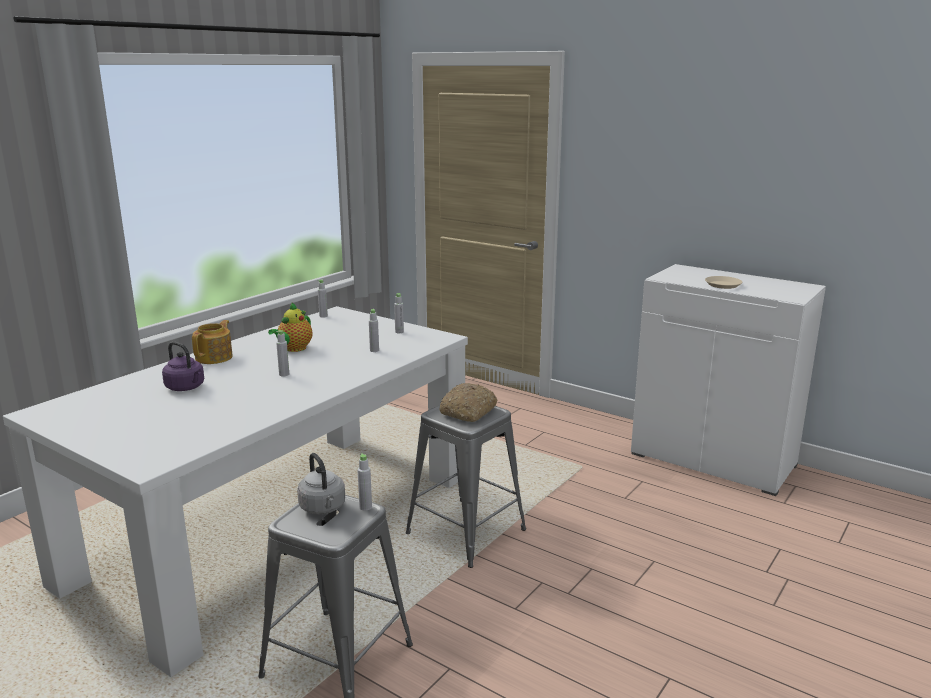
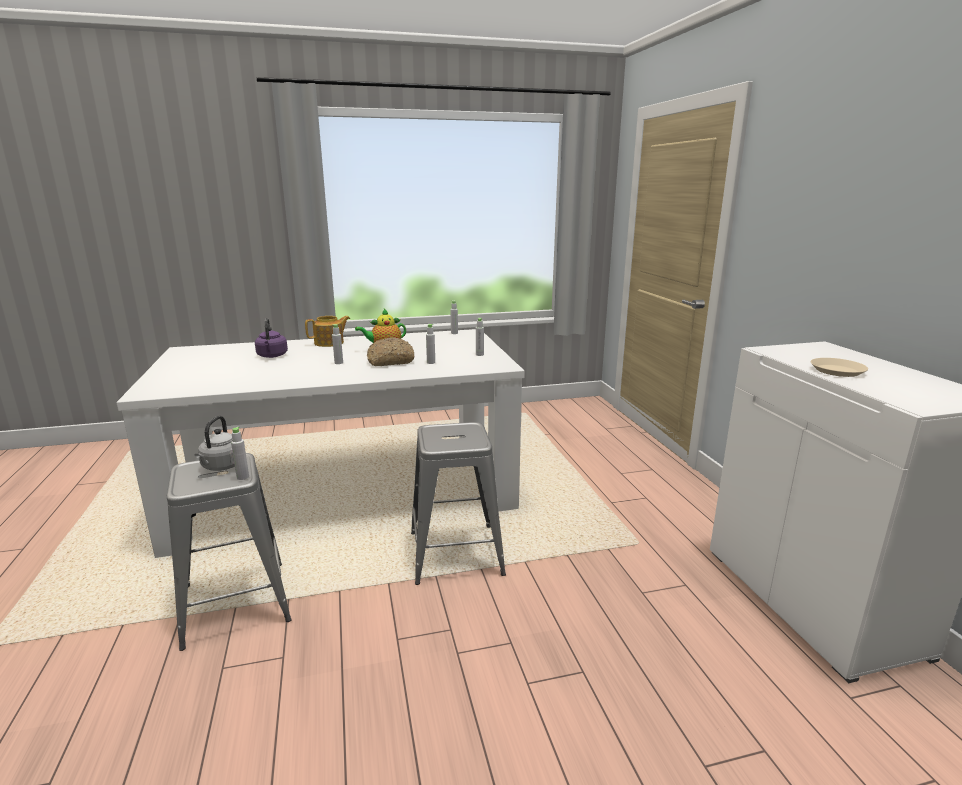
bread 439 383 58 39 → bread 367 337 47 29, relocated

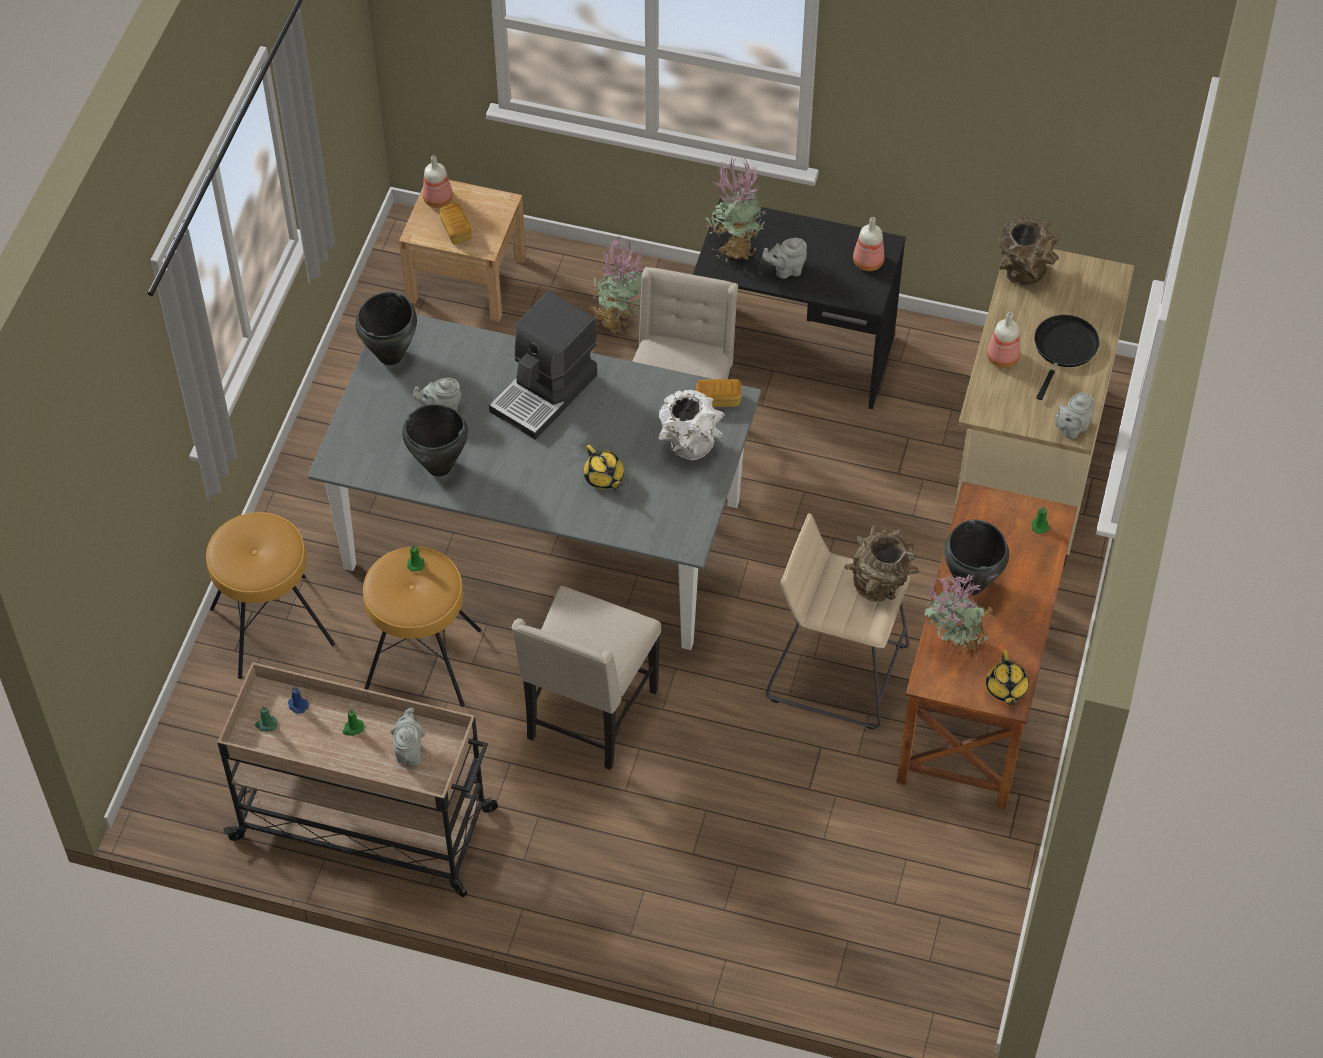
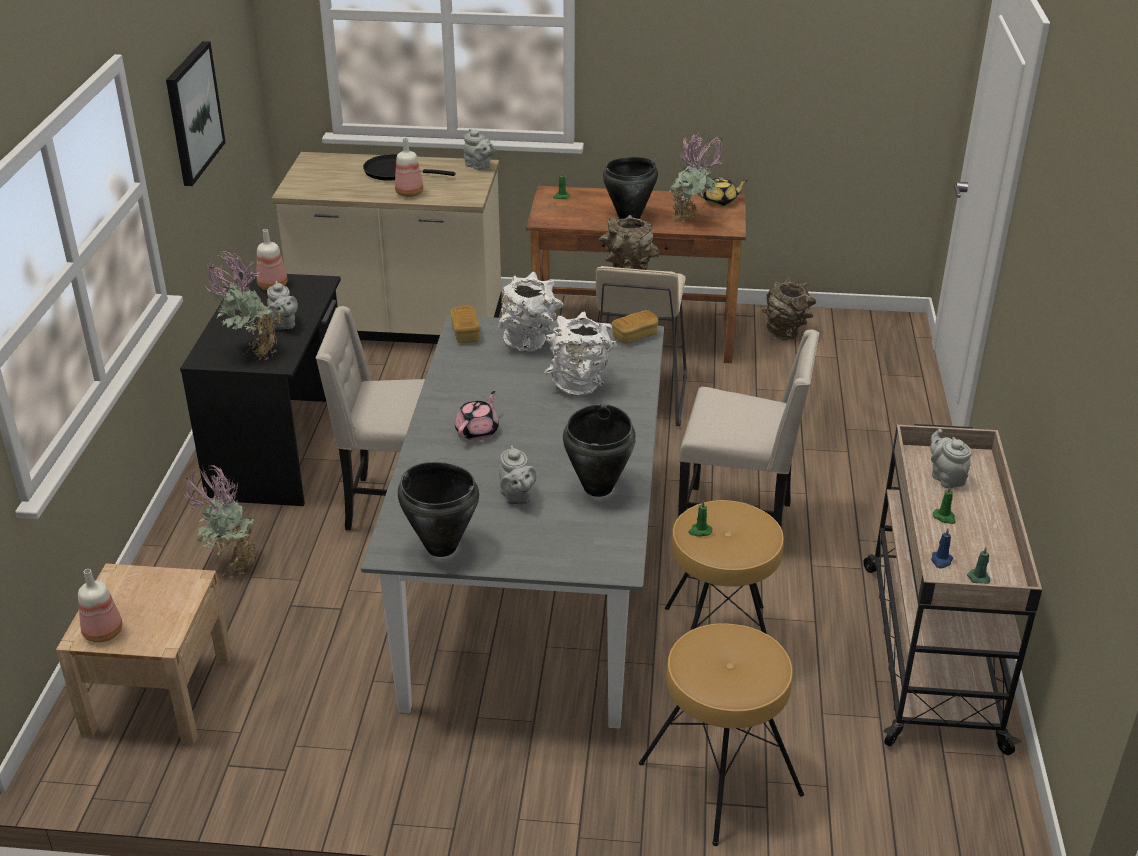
bread 439 203 33 41 → bread 612 310 47 34, relocated
brown vase 999 216 61 70 → brown vase 762 277 54 63, relocated
coffee machine 489 291 108 149 → pink teapot 455 391 44 49
yellow teapot 584 445 40 44 → white vase 544 312 73 83
grey teapot 391 708 34 58 → grey teapot 930 429 42 59, 75 degrees clockwise
- → picture 166 41 60 145

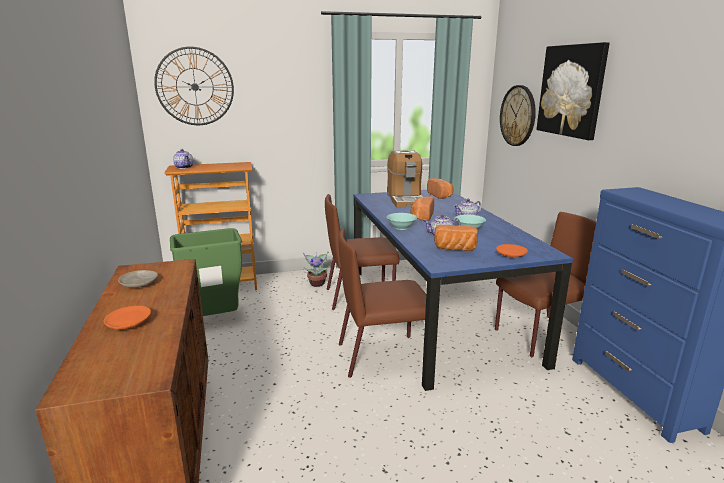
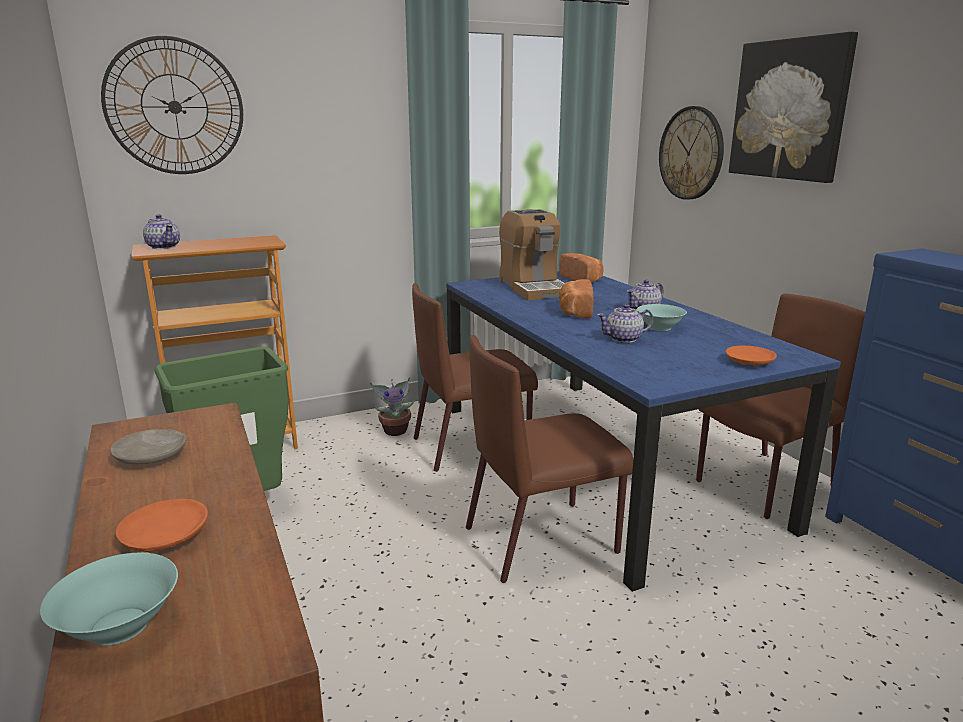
turquoise bowl 387 213 30 17 → turquoise bowl 40 553 138 92, relocated
bread 434 225 44 26 → -

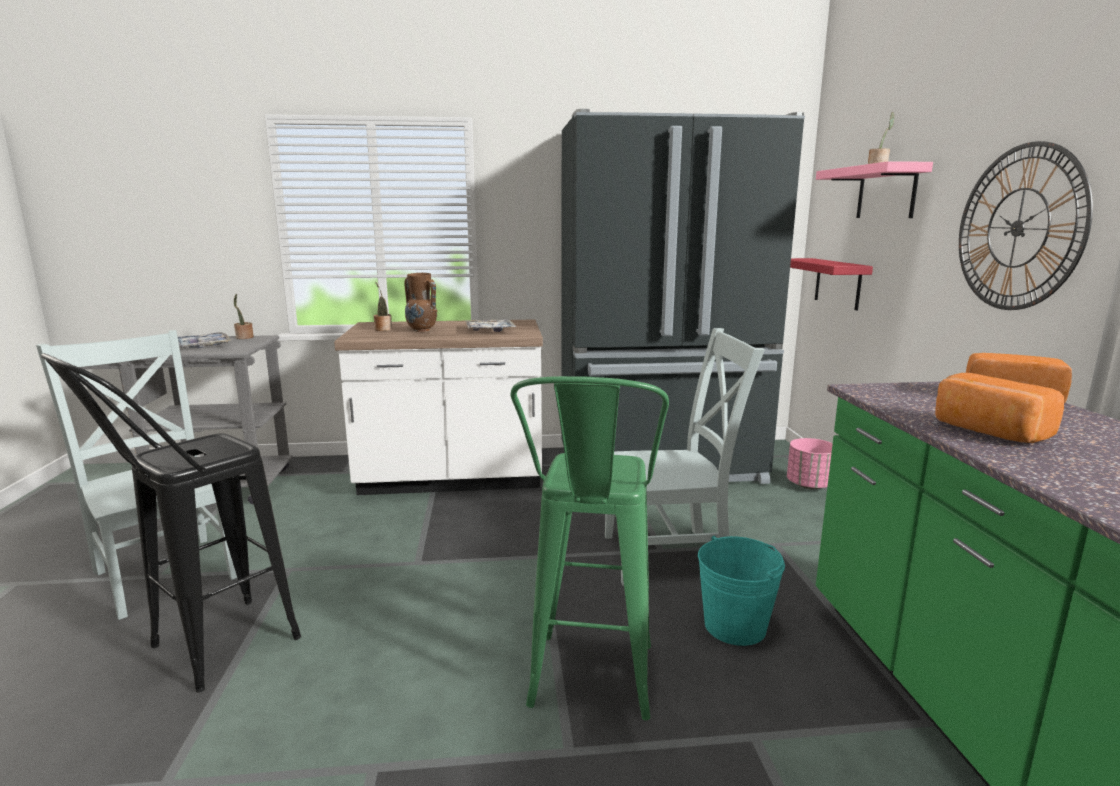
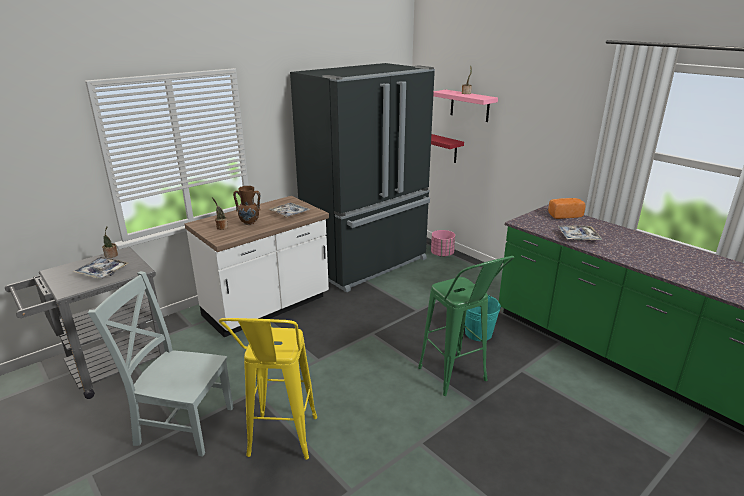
wall clock 959 141 134 169 → -
grey chair 605 328 160 258 → -
black stool 41 353 260 339 → yellow stool 219 318 98 142
bread 935 373 129 70 → tray 558 225 44 15

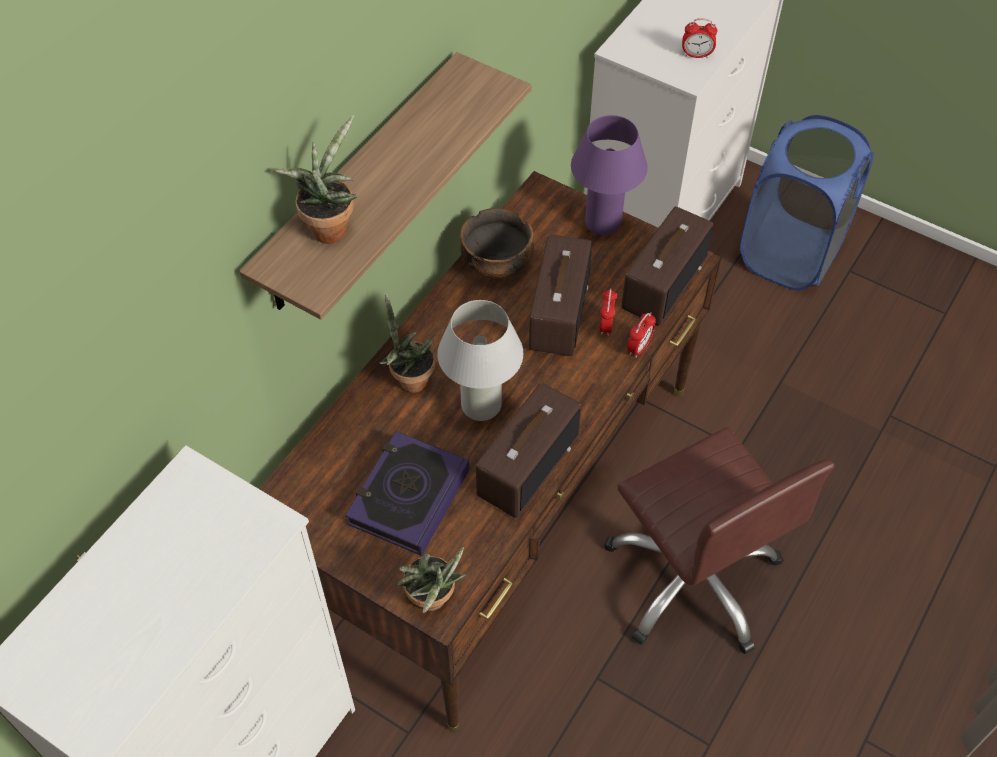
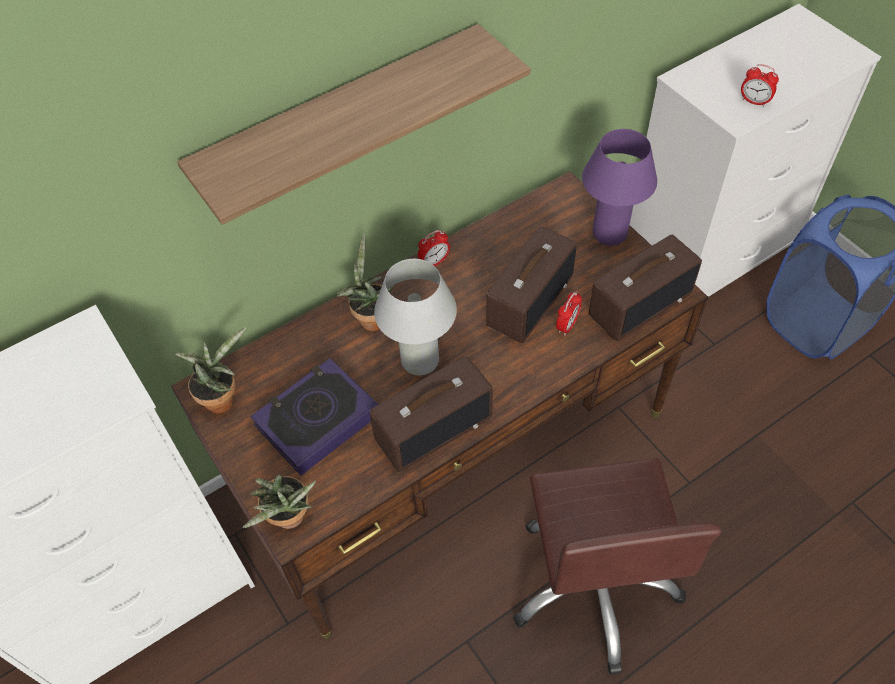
potted plant 274 115 83 129 → potted plant 173 327 74 86, relocated
bowl 460 208 74 71 → -
alarm clock 627 312 29 46 → alarm clock 418 230 32 36, relocated

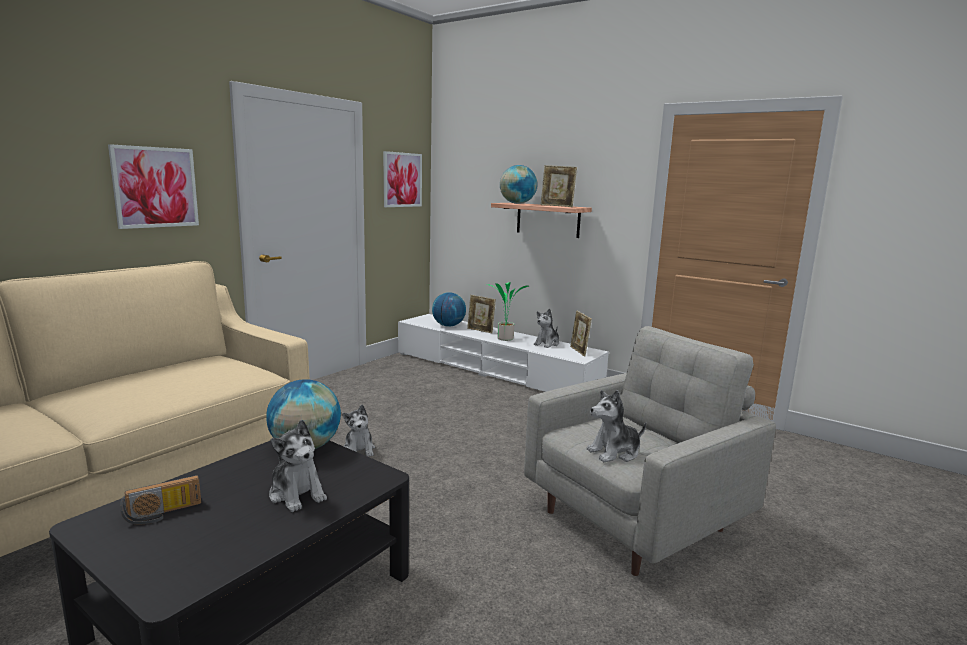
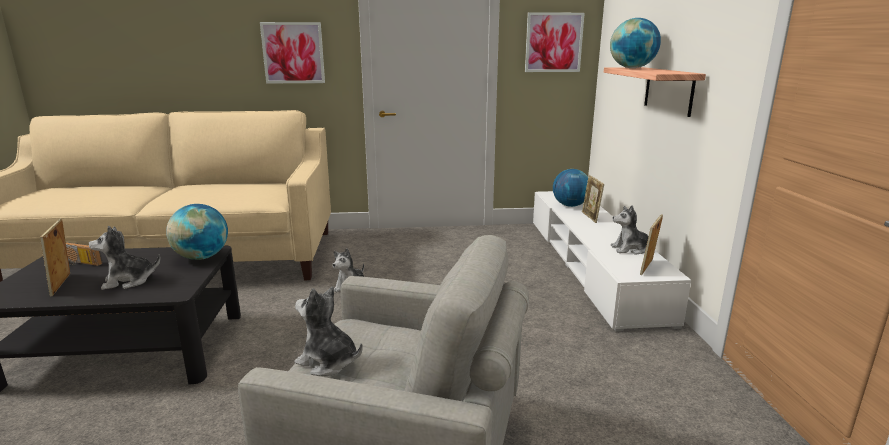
picture frame 541 165 36 42 → picture frame 40 219 30 77, relocated
potted plant 488 282 41 59 → -
plush toy 269 420 58 92 → plush toy 89 226 71 64, 60 degrees clockwise

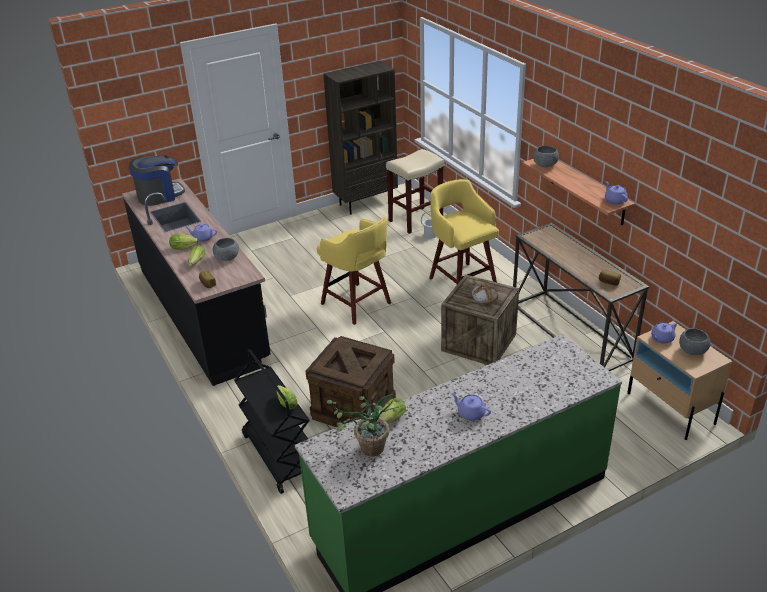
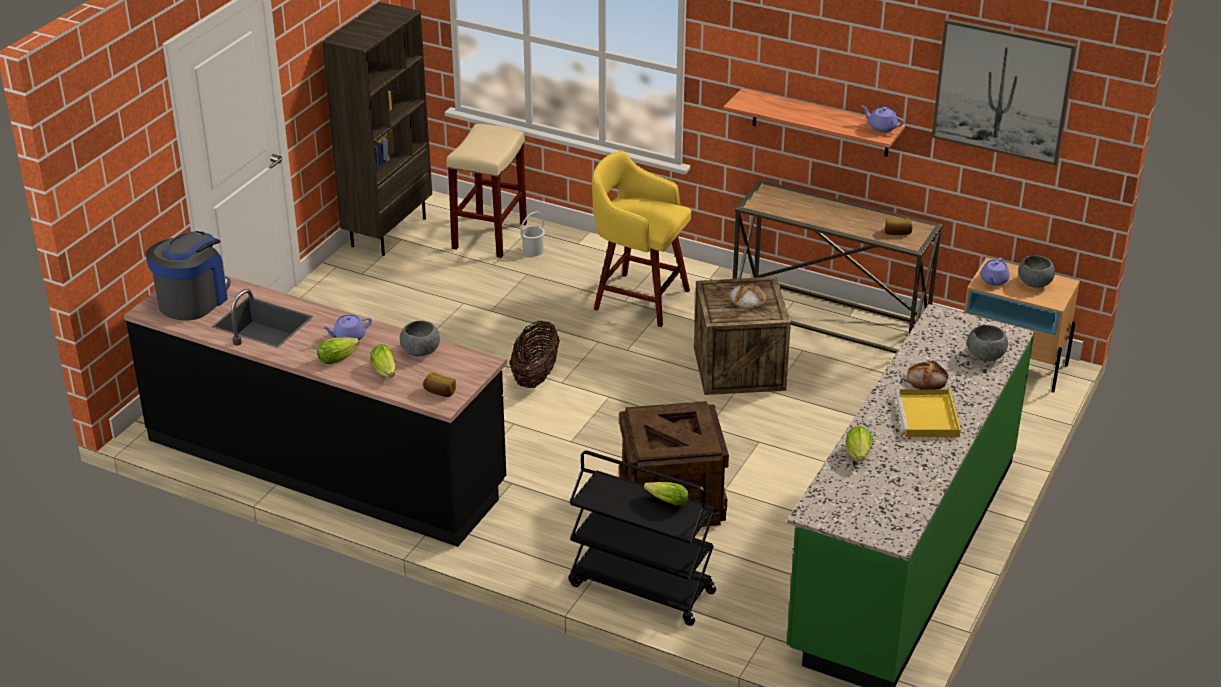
grey bowl 533 146 26 21 → grey bowl 967 325 41 36, relocated
yellow stool 317 217 74 108 → basket 509 321 51 67
purple teapot 451 393 40 28 → yellow tray 895 389 66 48
potted plant 327 394 77 63 → -
- → picture 931 18 146 148
- → bread 907 360 42 29

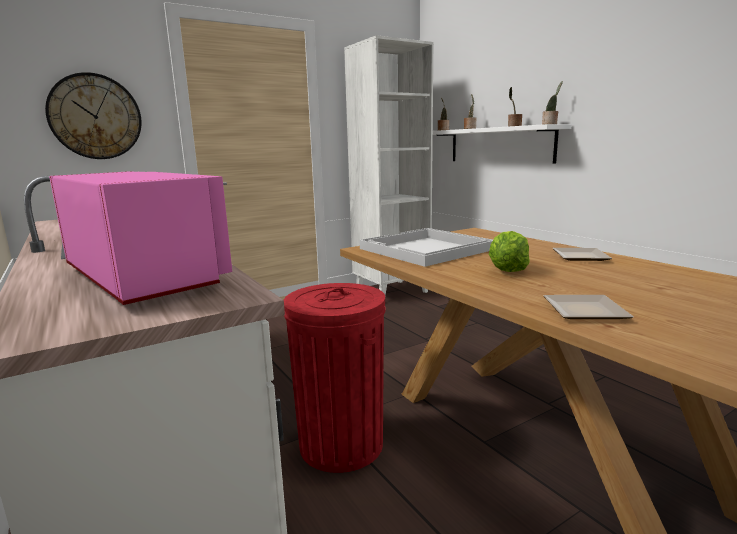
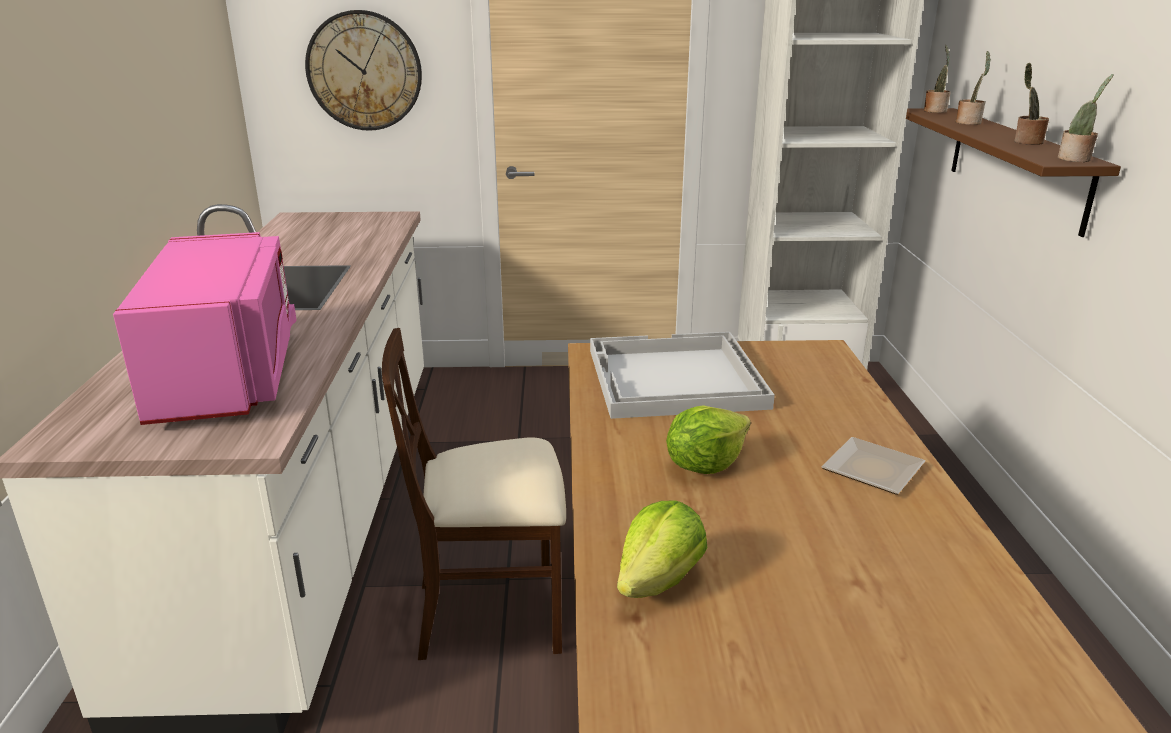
white shelf 433 124 138 40 → brown shelf 906 108 215 129
red trash can 284 283 101 190 → beige chair 382 328 184 332
plate 544 295 90 24 → lettuce 617 500 90 98

